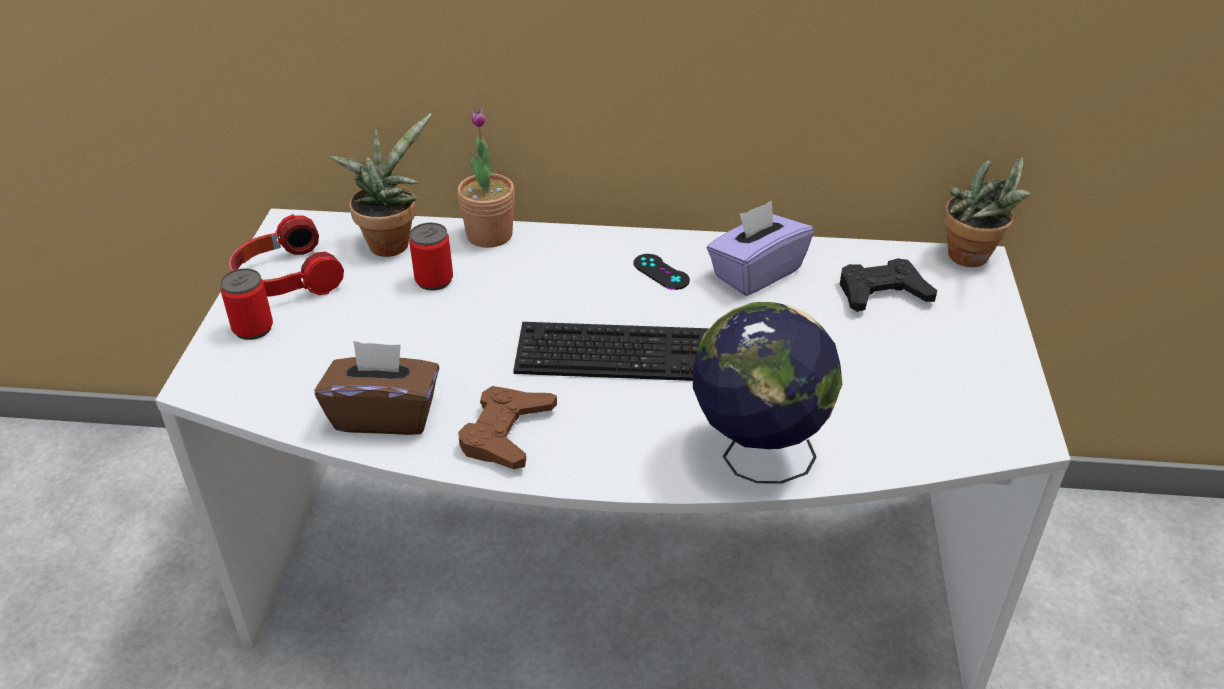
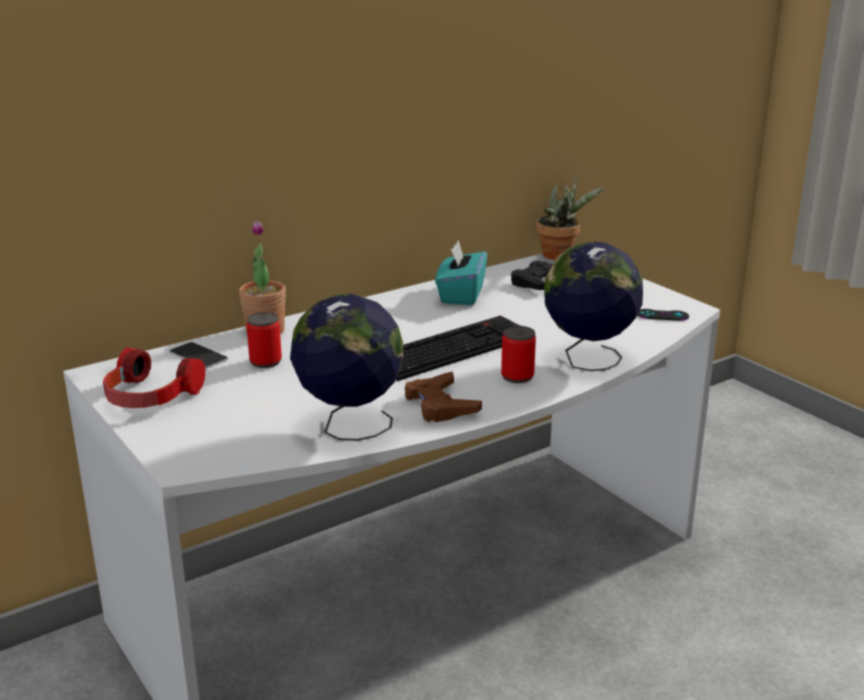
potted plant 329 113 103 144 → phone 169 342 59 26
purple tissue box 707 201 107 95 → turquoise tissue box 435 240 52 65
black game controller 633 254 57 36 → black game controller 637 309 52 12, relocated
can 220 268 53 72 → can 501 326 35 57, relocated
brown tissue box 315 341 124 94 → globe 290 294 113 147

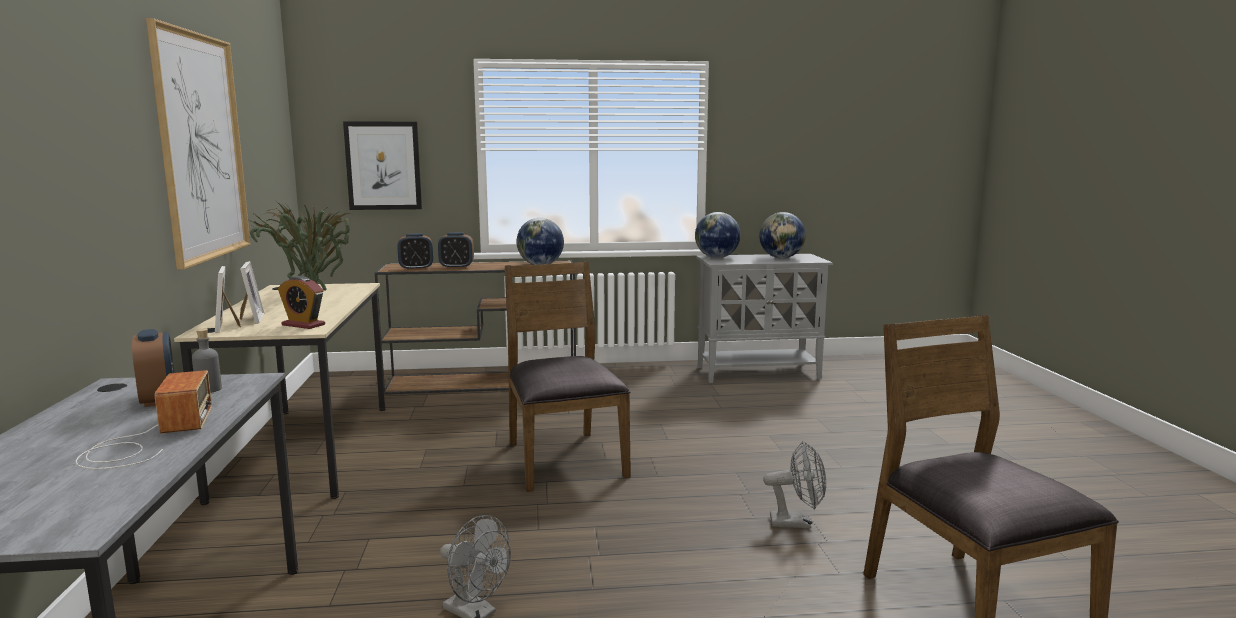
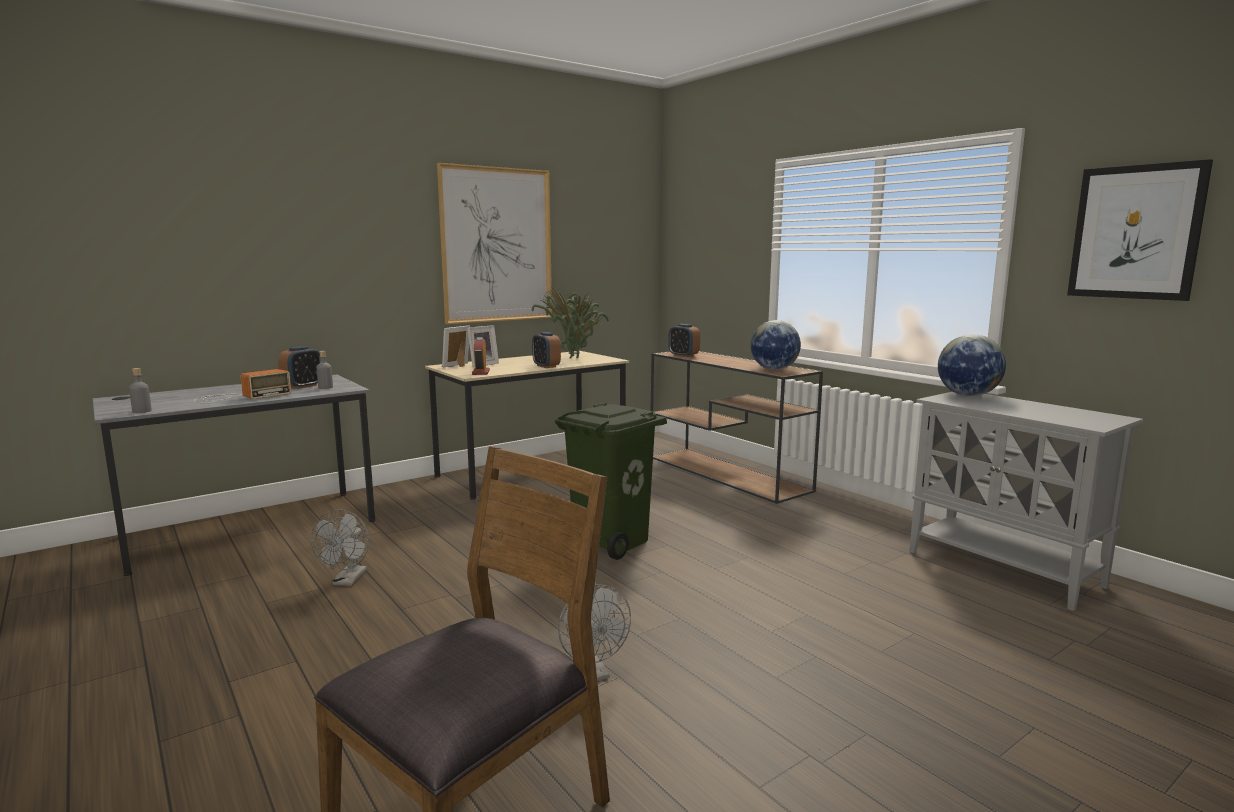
picture 343 121 79 89 → picture 1067 159 146 142, relocated
globe 759 212 47 46 → -
alarm clock 438 232 36 37 → alarm clock 532 332 29 36, relocated
brown chair 505 261 126 231 → green trash can 555 403 112 157
- → grey bottle 129 368 23 45

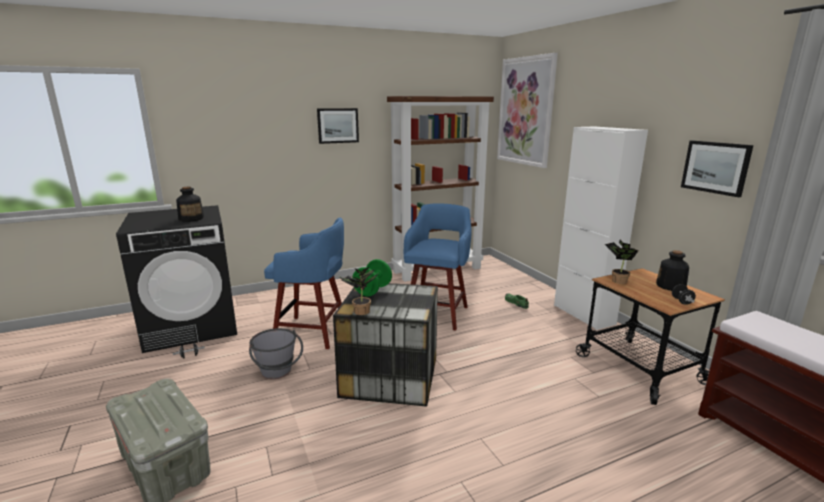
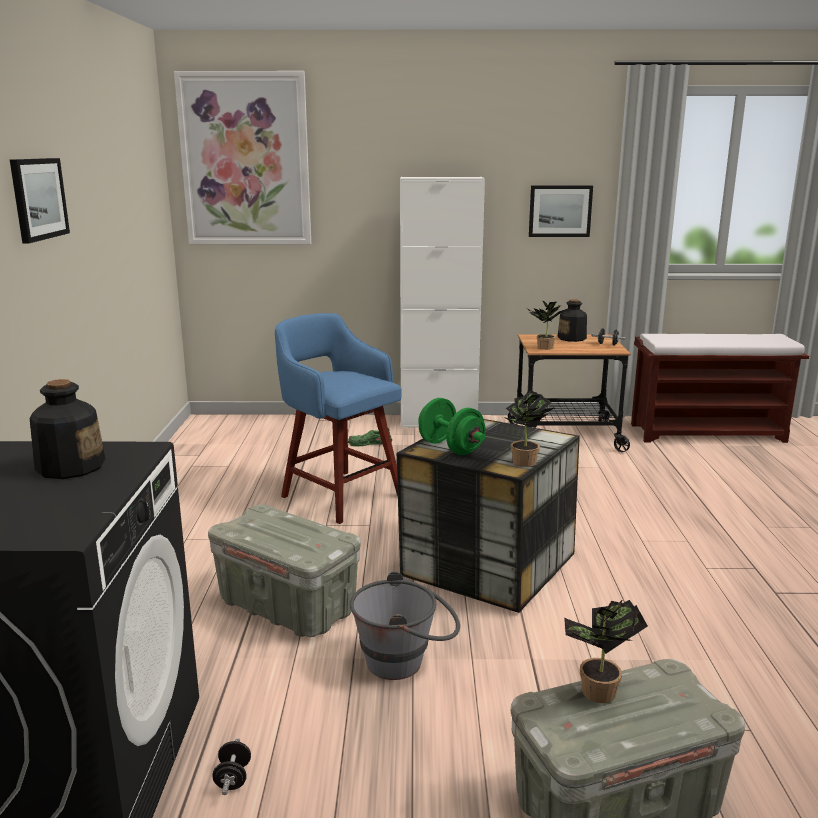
brown bookcase 387 96 107 186 → -
blue stool 264 217 80 132 → grey storage box 208 505 153 132
- → potted plant 564 599 84 104

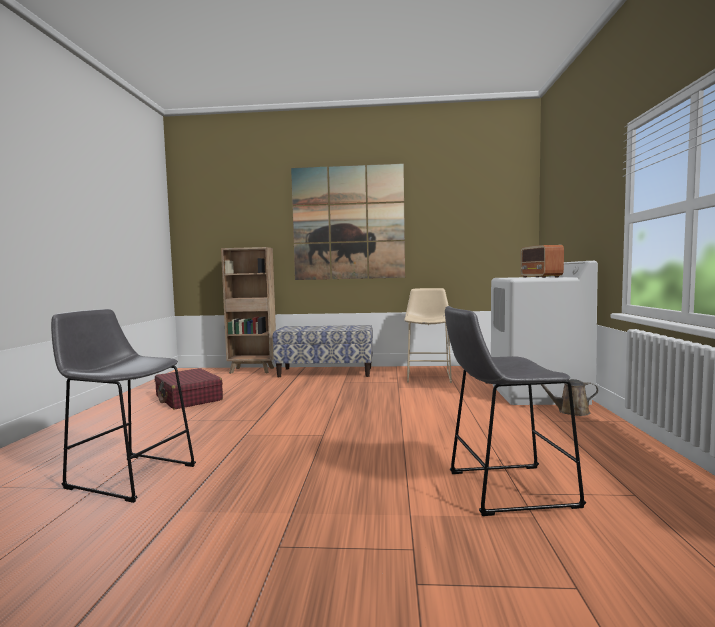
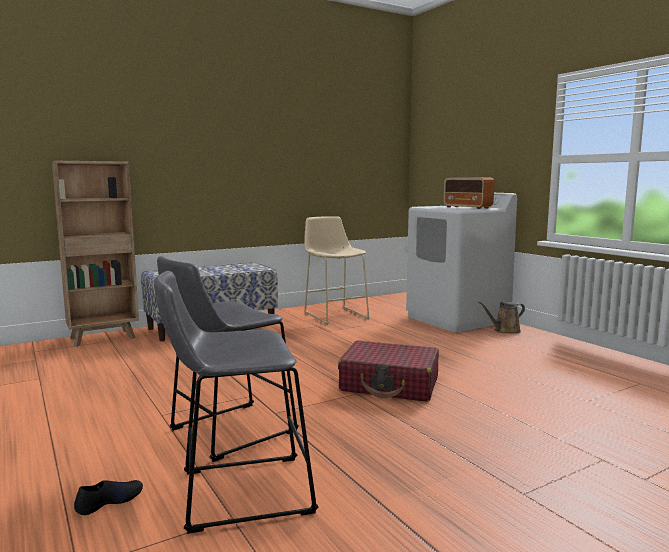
picture 291 164 114 116 → -
grey stool 445 306 141 210 → grey stool 157 256 142 206, relocated
red suitcase 155 368 68 42 → red suitcase 338 340 101 62, relocated
- → black shoe 74 480 69 35

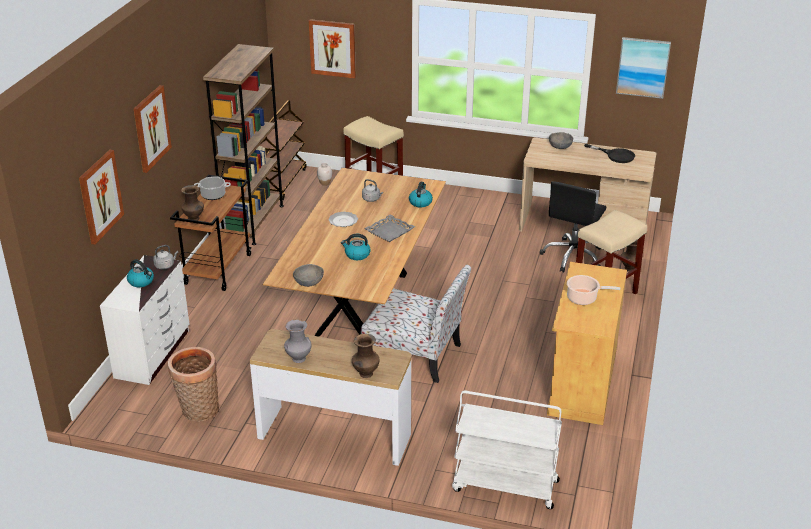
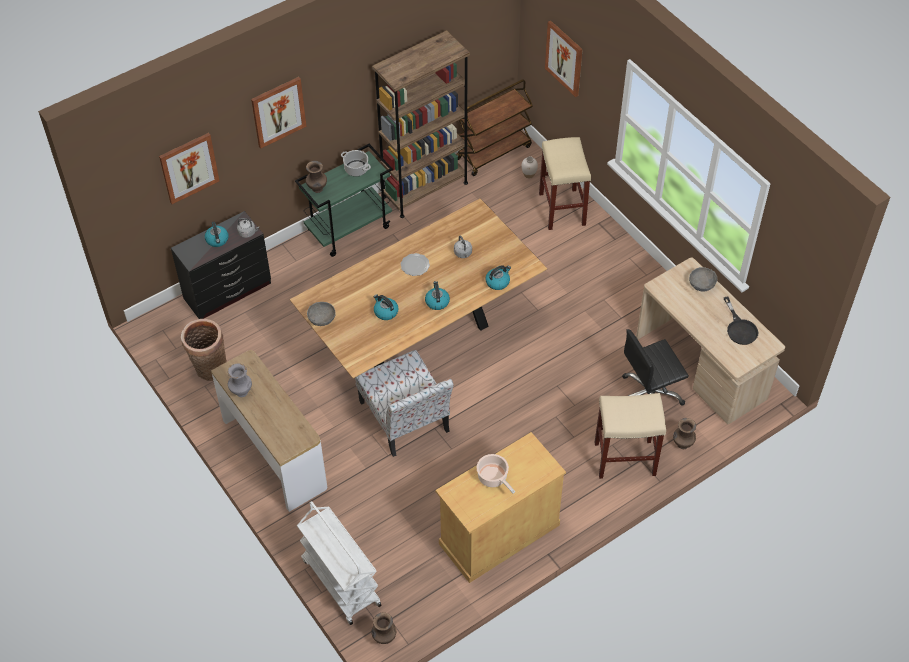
picture 616 37 55 62 → -
brown cart 170 175 82 116 → green cart 295 144 98 113
grey tray 364 215 51 27 → kettle 425 281 25 29
white dresser 100 255 89 130 → black dresser 171 211 100 108
brown vase 352 334 27 44 → brown vase 371 613 25 31, relocated

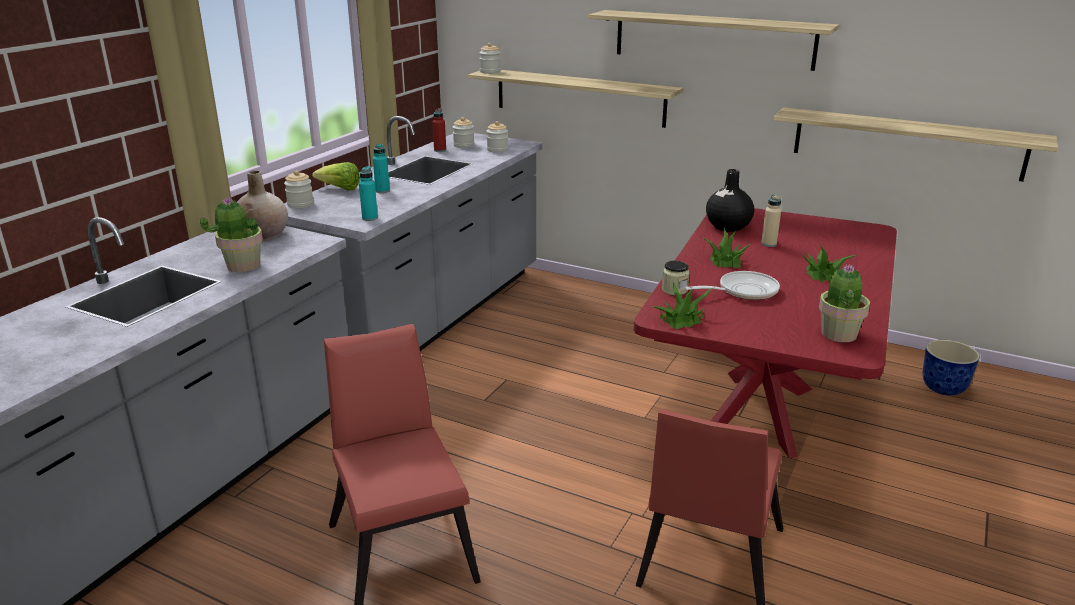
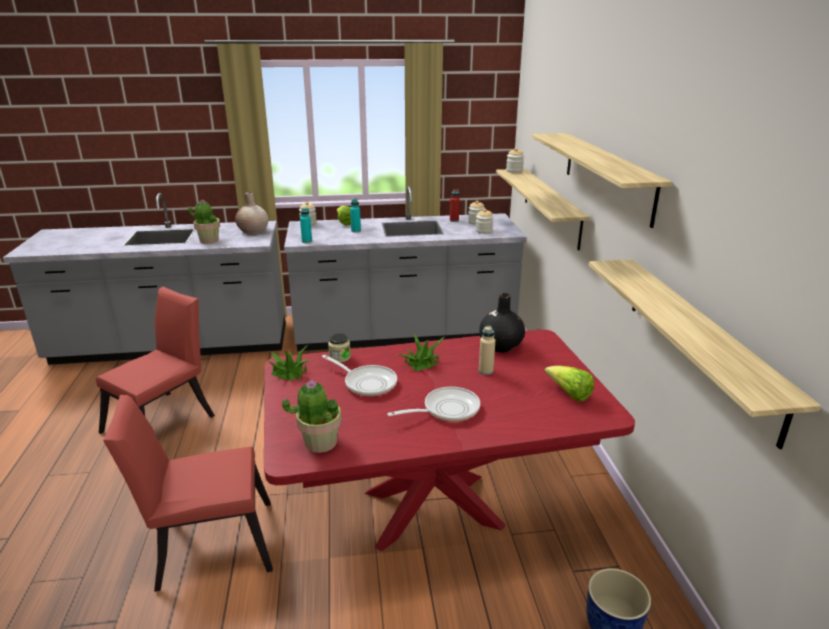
potted plant 803 245 54 37 → frying pan 387 387 93 35
- → lettuce 544 366 50 36

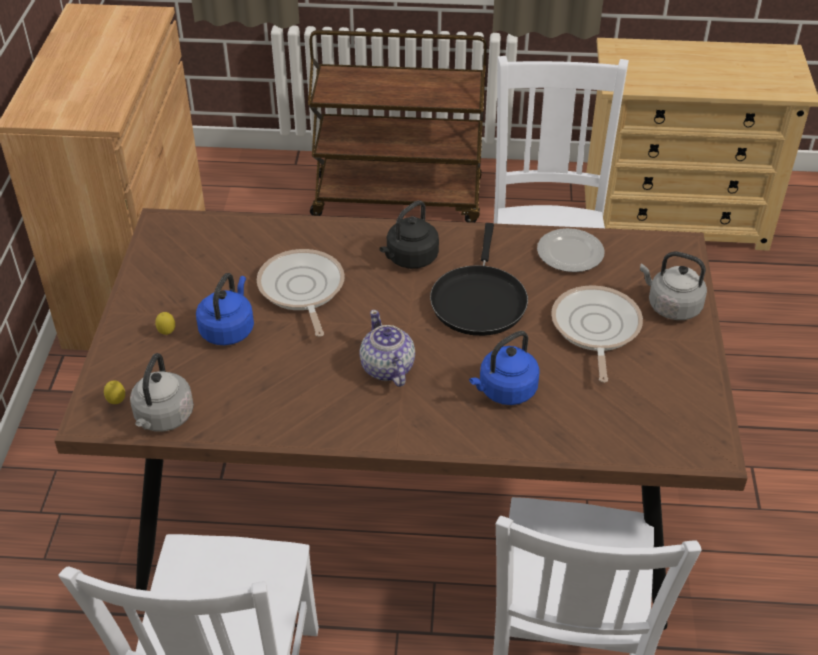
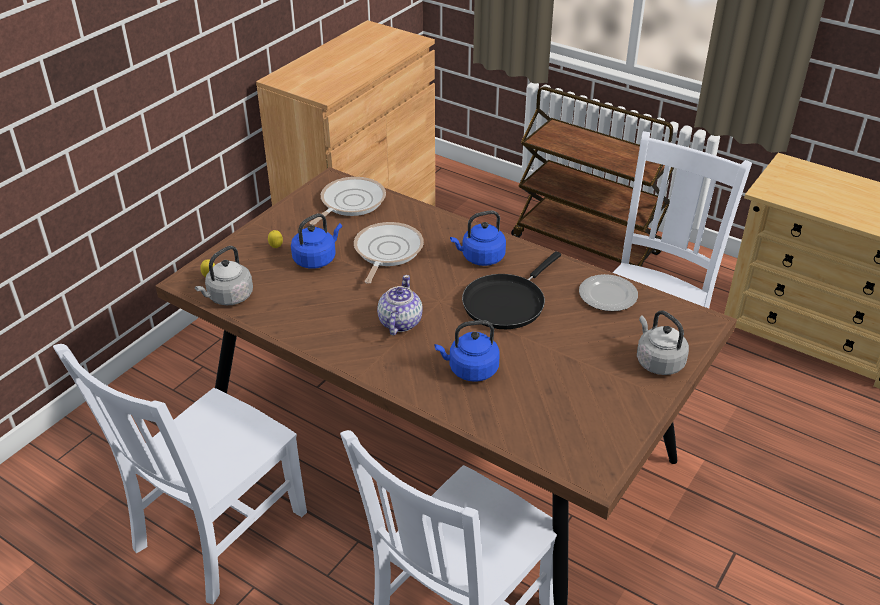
black kettle 379 200 60 69 → blue kettle 450 211 56 55
frying pan 551 285 92 98 → frying pan 309 177 77 48, relocated

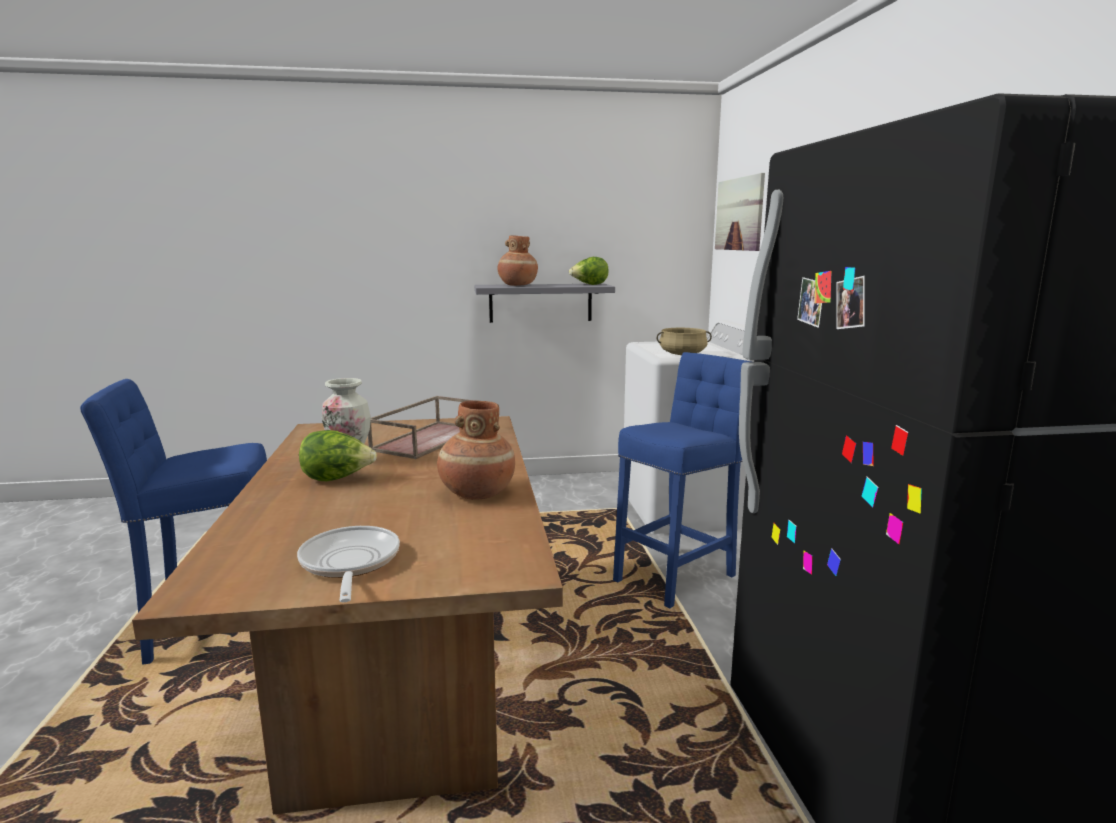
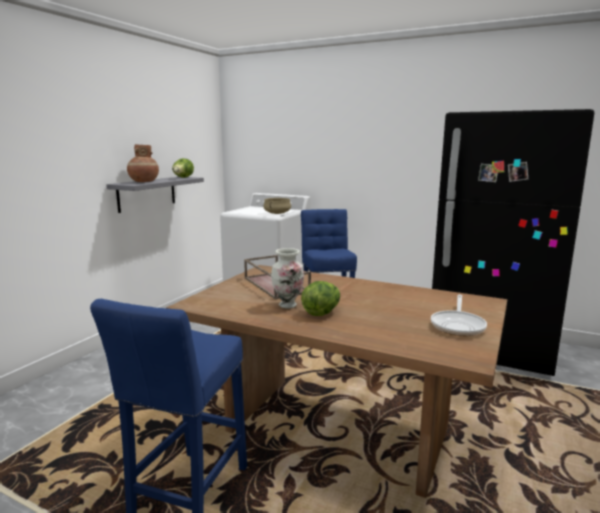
picture 715 173 50 78 → -
brown vase 437 400 78 100 → -
frying pan 297 526 103 76 → frying pan 431 295 56 41, 90 degrees counterclockwise

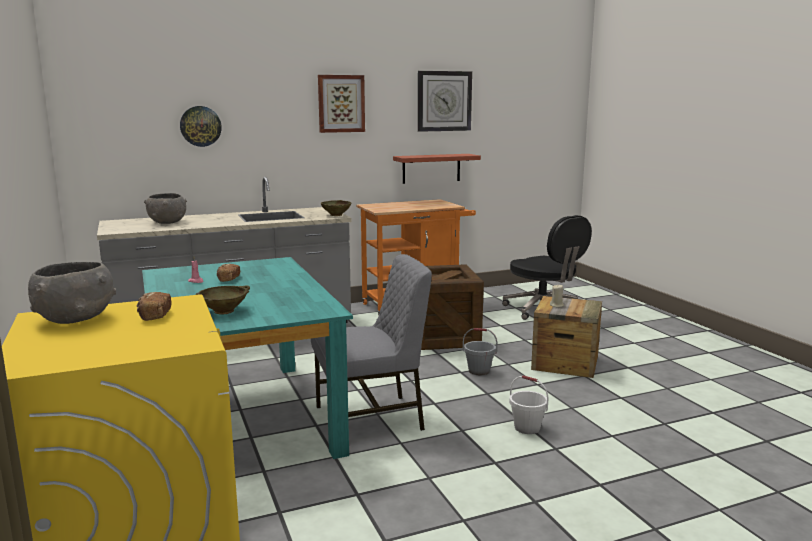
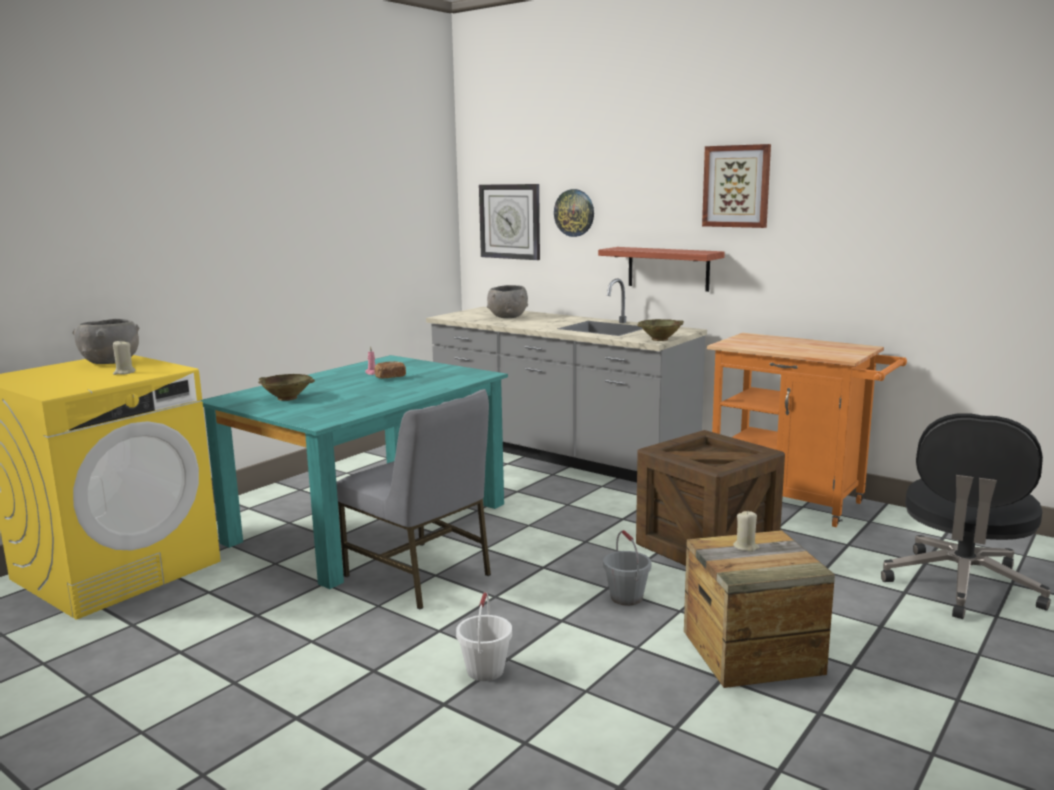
wall clock 418 71 54 61 → wall clock 479 184 61 76, relocated
shelf 393 154 88 30 → shelf 598 247 127 45, relocated
bread 136 292 35 29 → beige candle 113 340 23 35

